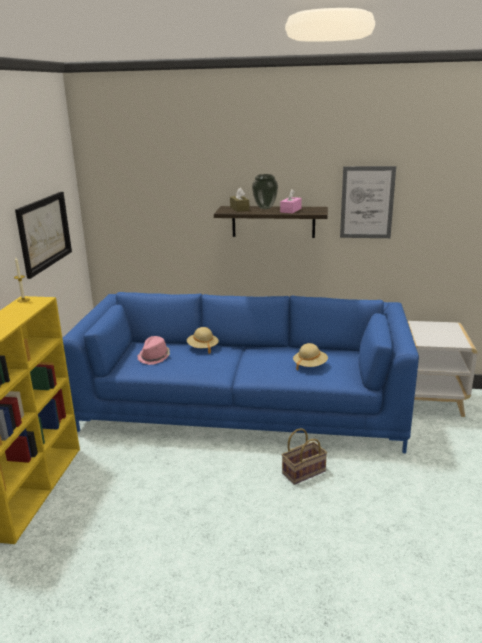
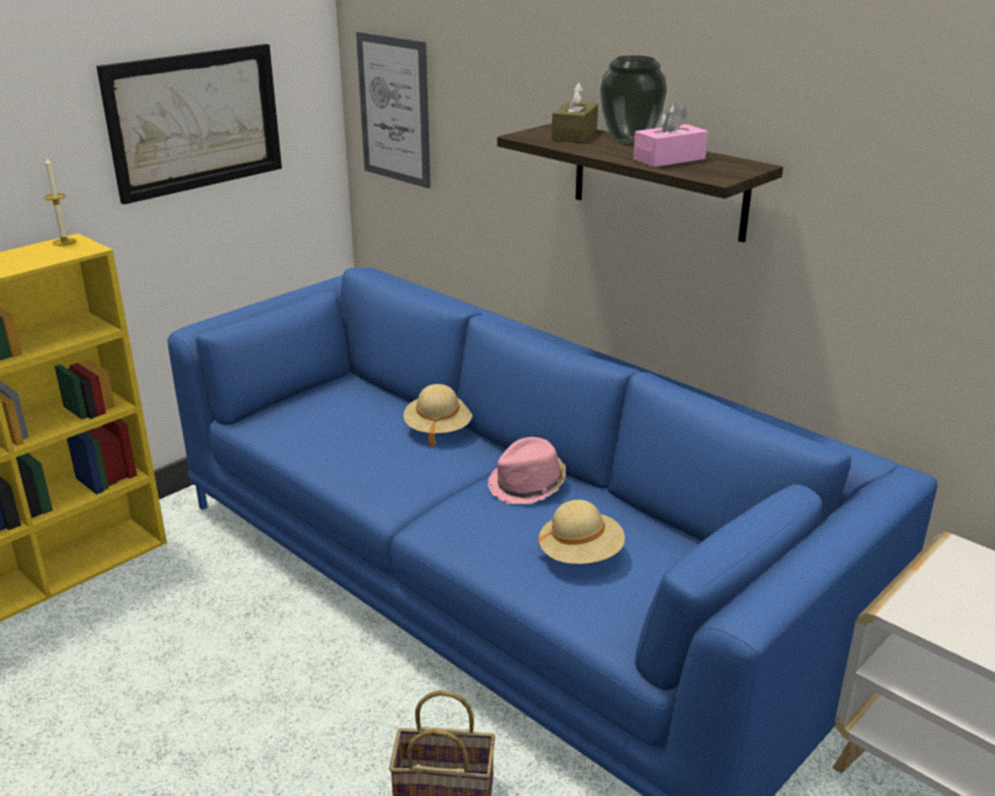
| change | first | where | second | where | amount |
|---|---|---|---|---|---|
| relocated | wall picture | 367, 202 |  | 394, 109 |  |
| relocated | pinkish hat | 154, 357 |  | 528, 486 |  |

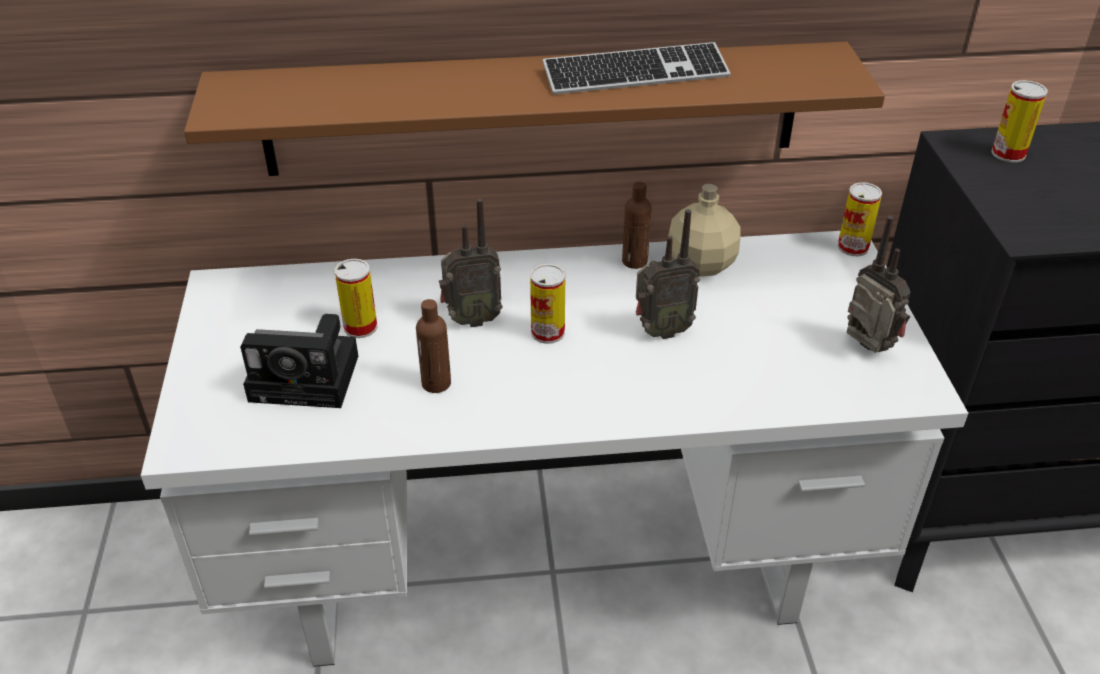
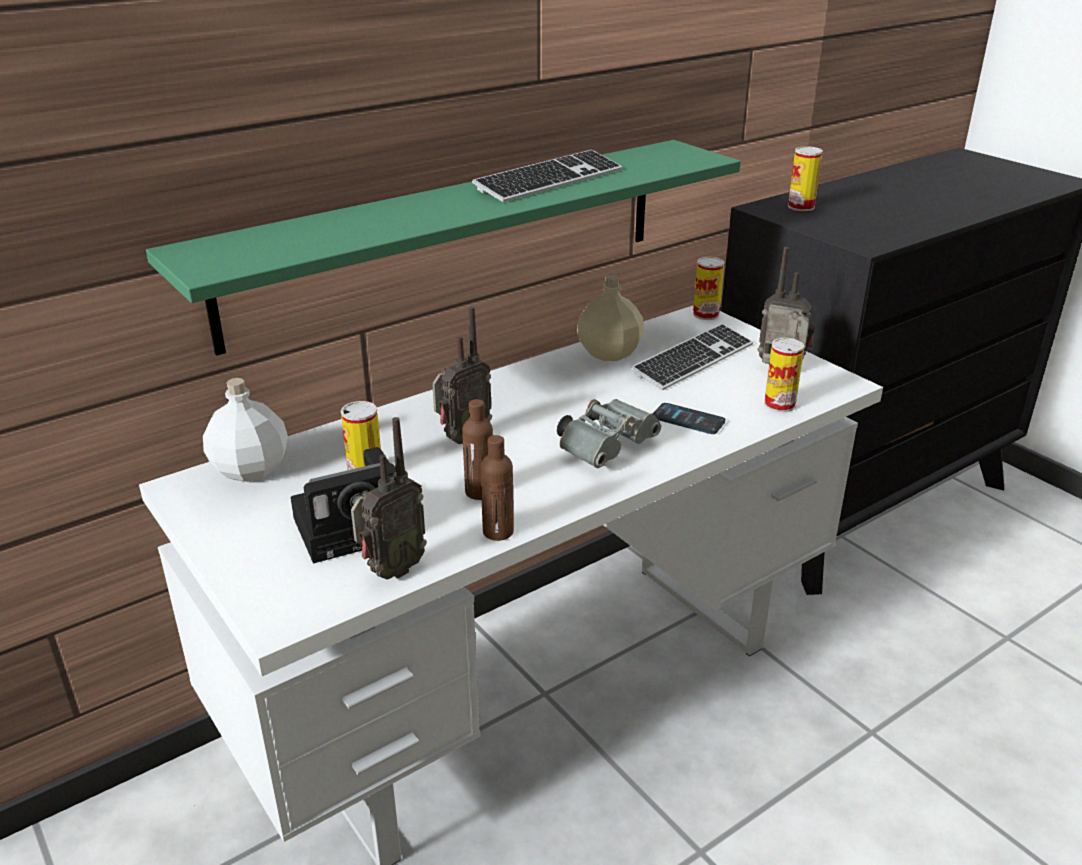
| change | first | where | second | where | amount |
|---|---|---|---|---|---|
| colour | brown-coloured bracket shelf | 532, 109 | green bracket shelf | 451, 239 |  |
| appeared |  |  | whitish bottle | 249, 469 |  |
| relocated | radio | 660, 331 |  | 390, 571 |  |
| relocated | brown-coloured bottle | 634, 261 |  | 498, 532 |  |
| appeared |  |  | gray pair of binoculars | 607, 447 |  |
| appeared |  |  | PC keyboard | 693, 359 |  |
| appeared |  |  | telephone | 688, 420 |  |
| relocated | sealed can | 547, 332 |  | 779, 404 |  |

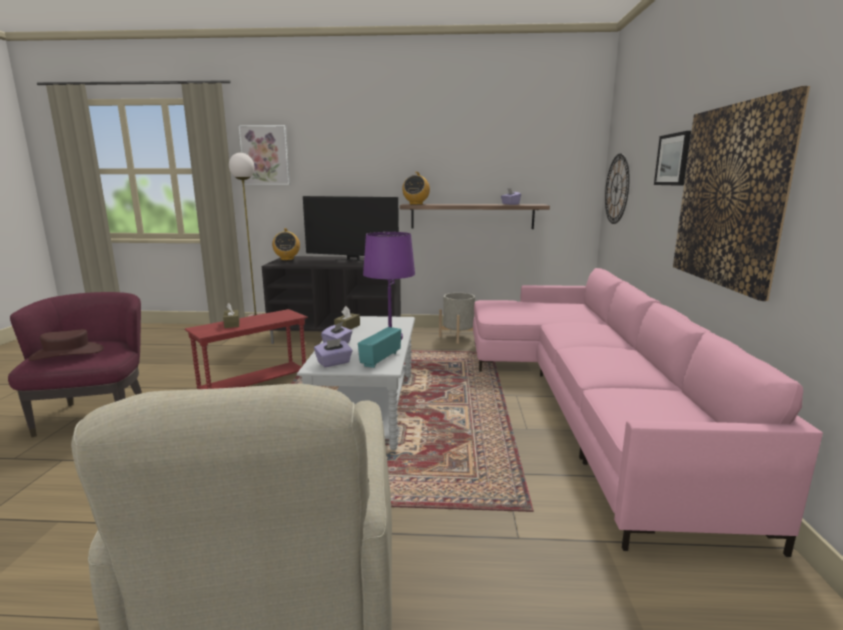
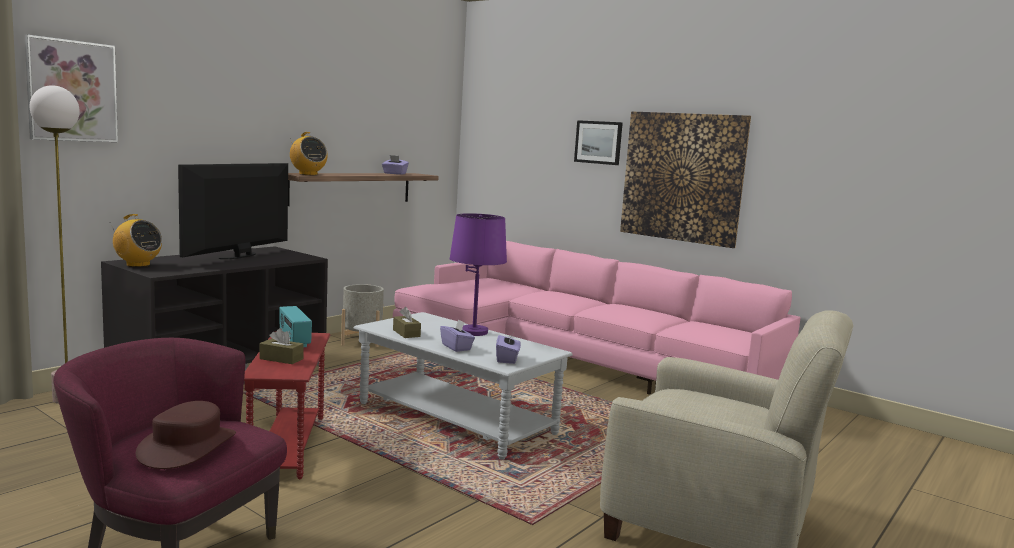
| change | first | where | second | where | amount |
|---|---|---|---|---|---|
| spun | TV | 352, 260 |  | 240, 256 | 150 degrees clockwise |
| relocated | radio | 380, 359 |  | 294, 341 |  |
| missing | clock on the wall | 616, 189 |  |  |  |

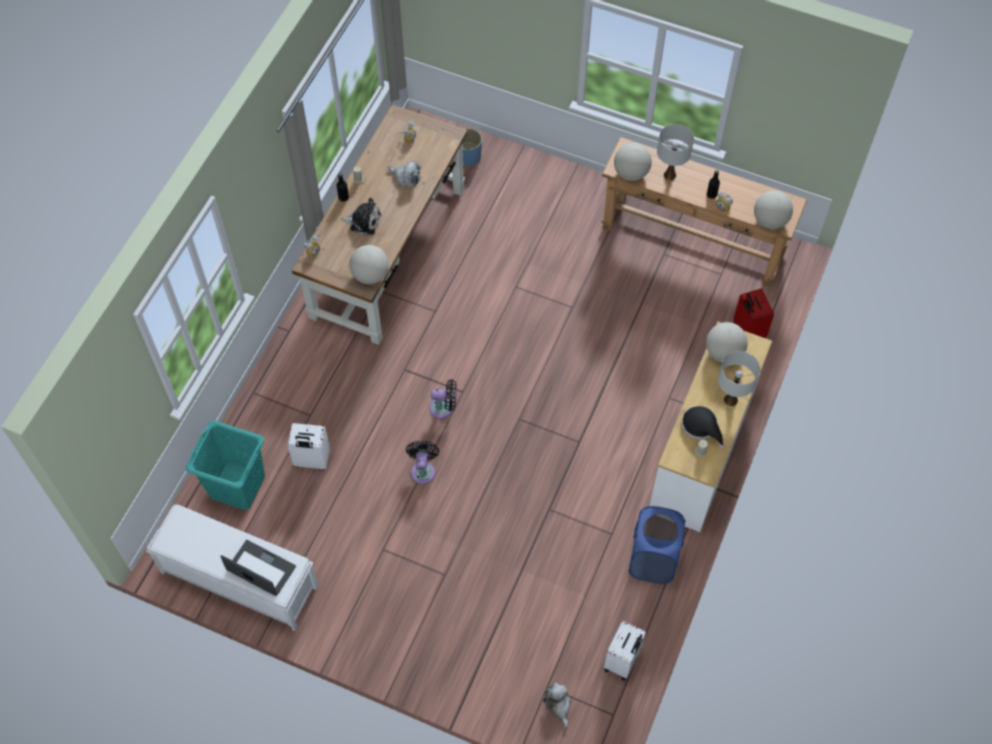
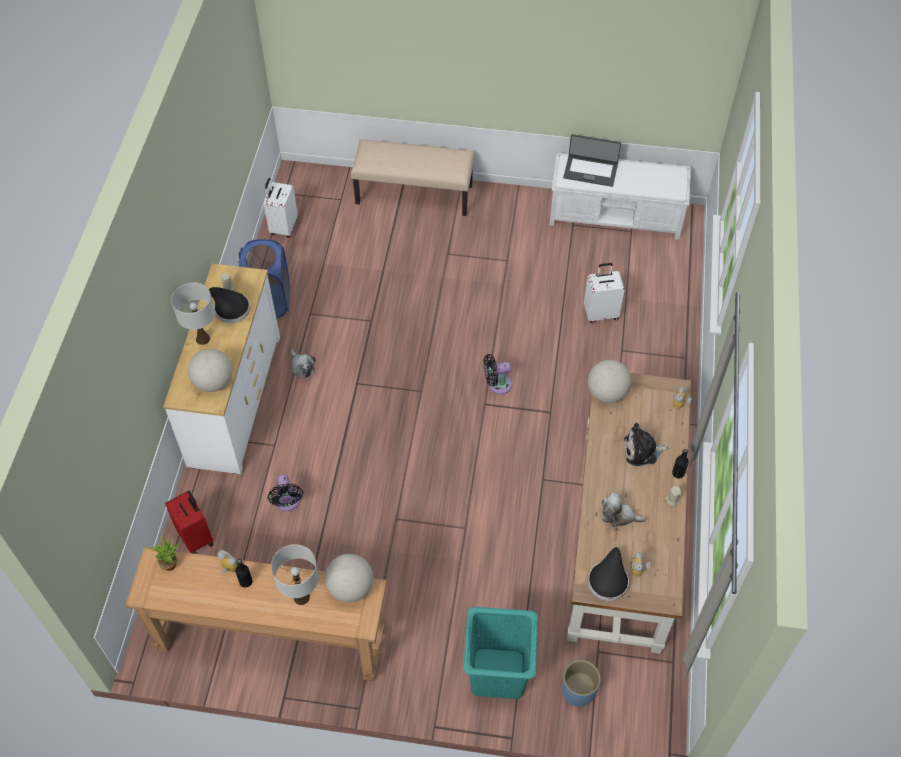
| change | first | where | second | where | amount |
|---|---|---|---|---|---|
| exchanged | desk globe | 770, 221 | houseplant | 171, 562 |  |
| relocated | blackish electric fan | 423, 470 |  | 287, 502 |  |
| relocated | cuddly toy | 558, 705 |  | 302, 366 |  |
| appeared |  |  | sand-coloured indoor bench | 414, 194 |  |
| relocated | turquoise washing basket | 237, 485 |  | 498, 674 |  |
| appeared |  |  | blackish hat | 608, 579 |  |

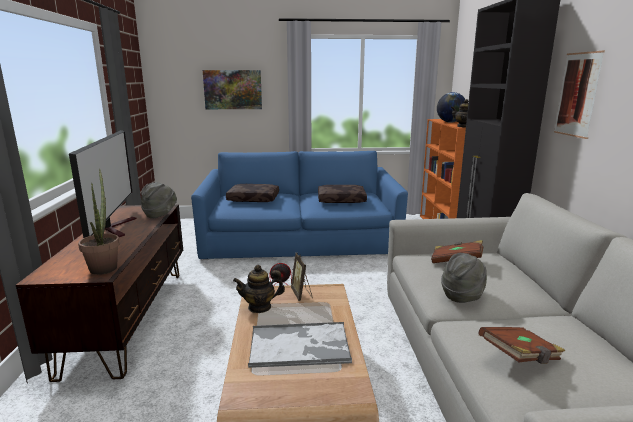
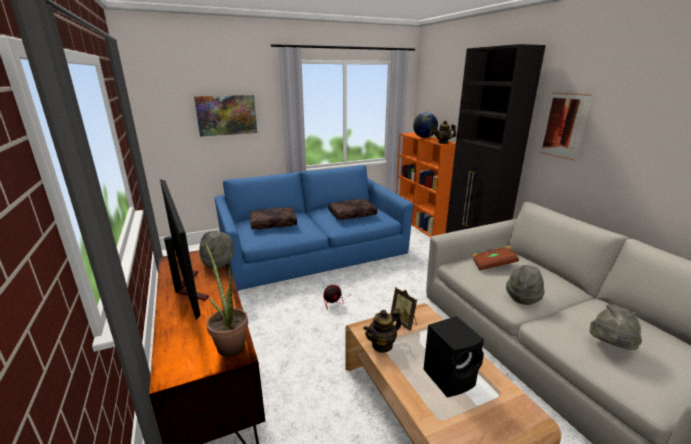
| change | first | where | second | where | amount |
|---|---|---|---|---|---|
| exchanged | serving tray | 300, 345 | blackish loudspeaker | 450, 377 |  |
| exchanged | brown-coloured bound book | 520, 357 | gray hat | 610, 347 |  |

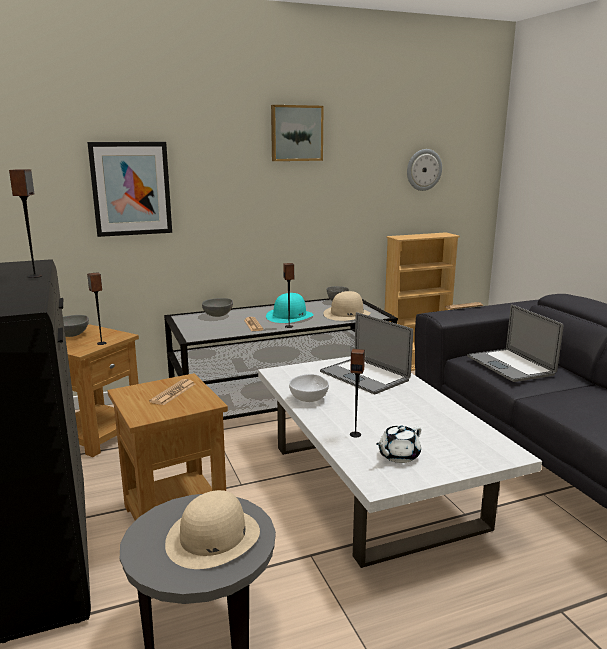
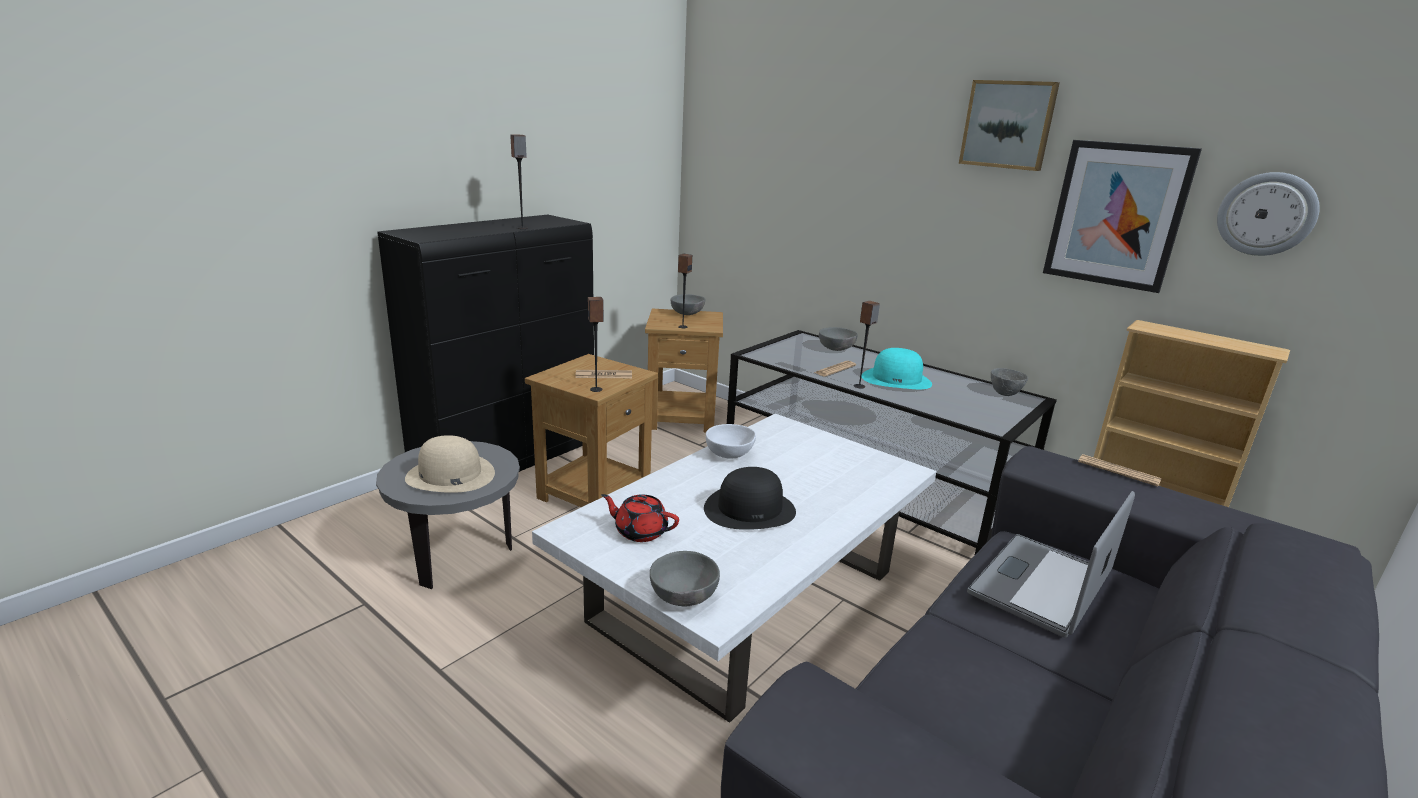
| change | first | where | second | where | amount |
|---|---|---|---|---|---|
| relocated | loudspeaker | 355, 434 |  | 596, 389 |  |
| colour | whitish tea pot | 398, 456 | reddish tea pot | 640, 531 |  |
| appeared |  |  | gray bowl | 683, 598 |  |
| appeared |  |  | blackish hat | 750, 509 |  |
| relocated | wall picture | 131, 189 |  | 1116, 215 |  |
| missing | laptop | 364, 376 |  |  |  |
| missing | sand-coloured hat | 347, 314 |  |  |  |

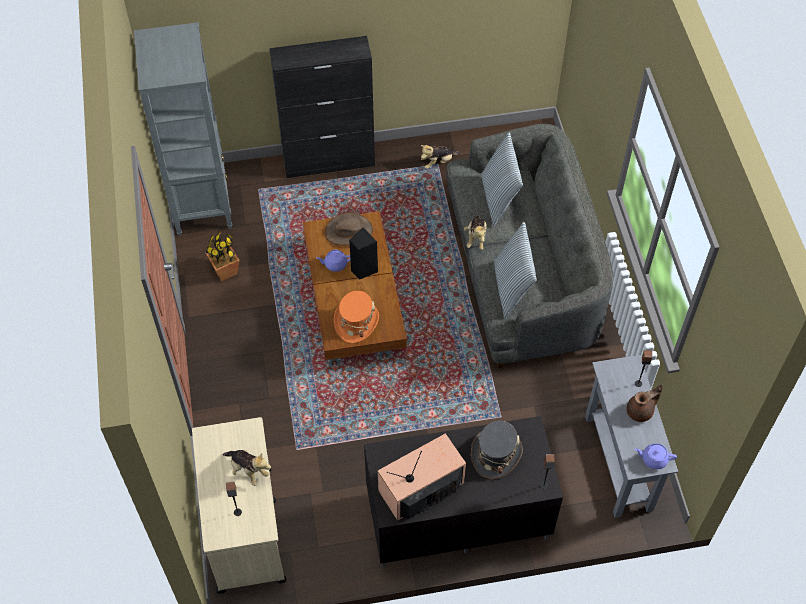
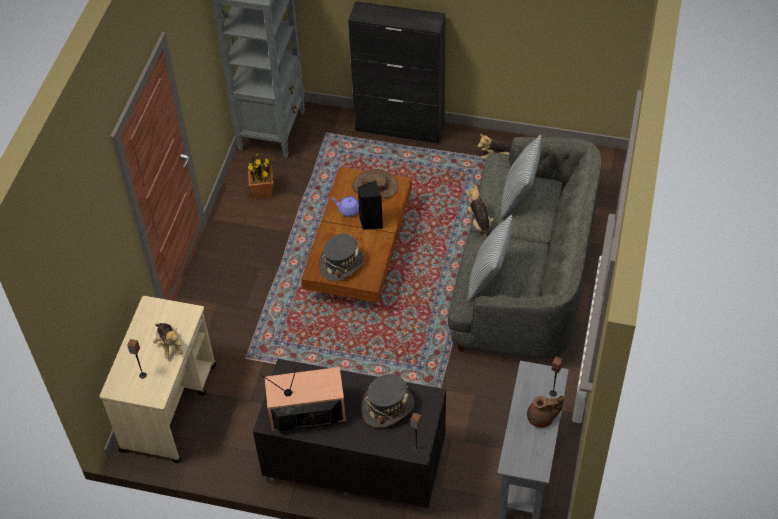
| change | first | where | second | where | amount |
|---|---|---|---|---|---|
| colour | orange-coloured hat | 356, 322 | gray hat | 341, 264 |  |
| spun | cuddly toy | 476, 237 |  | 480, 224 | 135 degrees clockwise |
| missing | purple tea pot | 653, 459 |  |  |  |

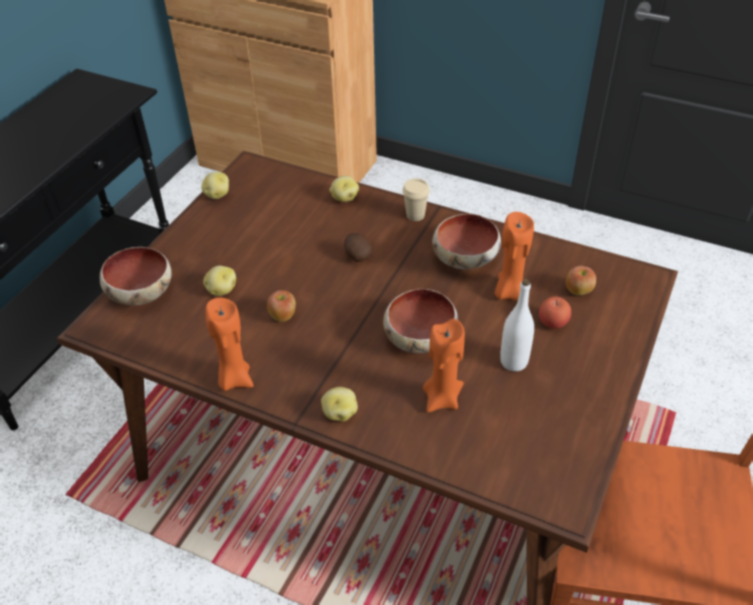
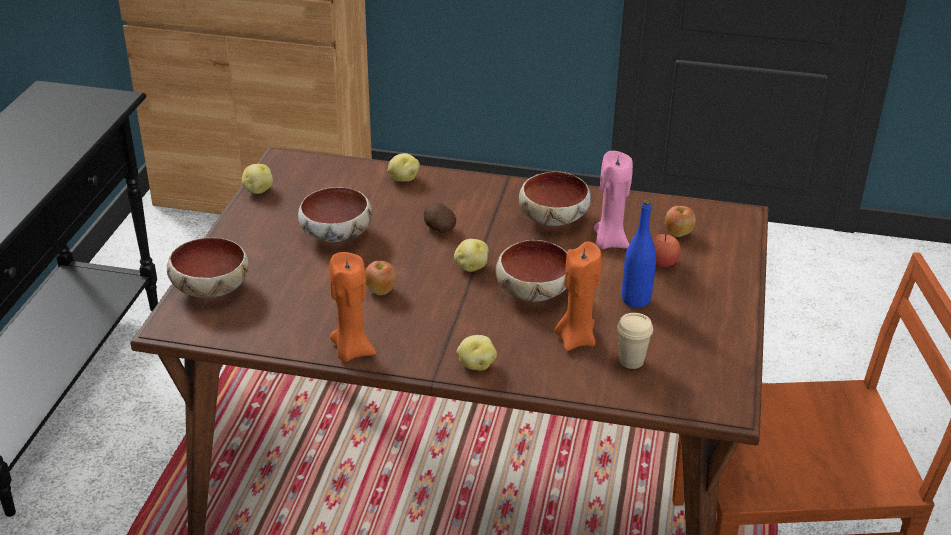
| change | first | where | second | where | amount |
|---|---|---|---|---|---|
| appeared |  |  | bowl | 337, 235 |  |
| relocated | potato | 221, 290 |  | 471, 267 |  |
| colour | orange-coloured wax light | 509, 292 | pinkish wax light | 609, 242 |  |
| relocated | sand-coloured drinking cup | 415, 215 |  | 631, 361 |  |
| colour | whitish bottle | 513, 362 | blue-coloured bottle | 636, 300 |  |

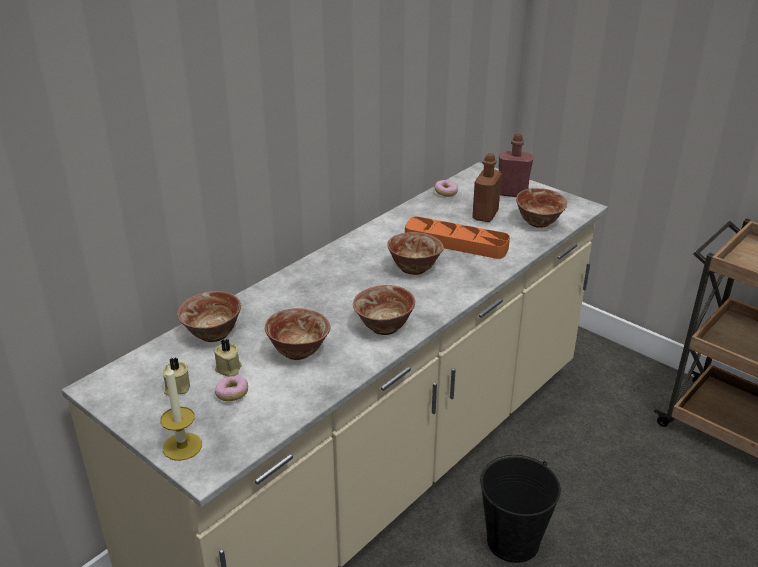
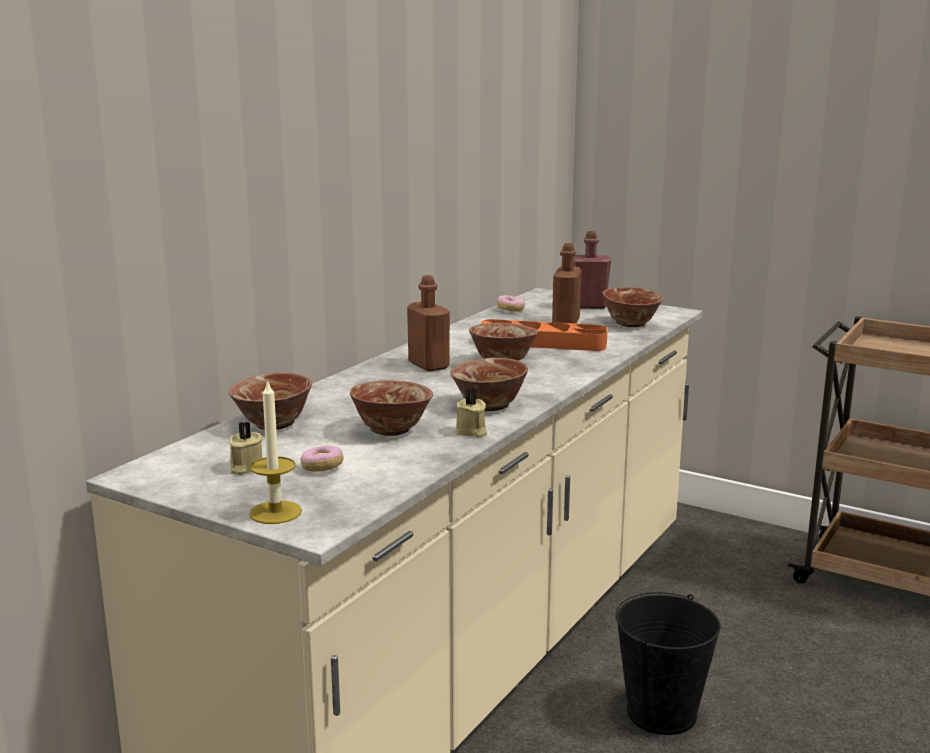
| change | first | where | second | where | amount |
|---|---|---|---|---|---|
| appeared |  |  | brown-coloured bottle | 428, 365 |  |
| relocated | sand-coloured wax light | 228, 369 |  | 471, 432 |  |

